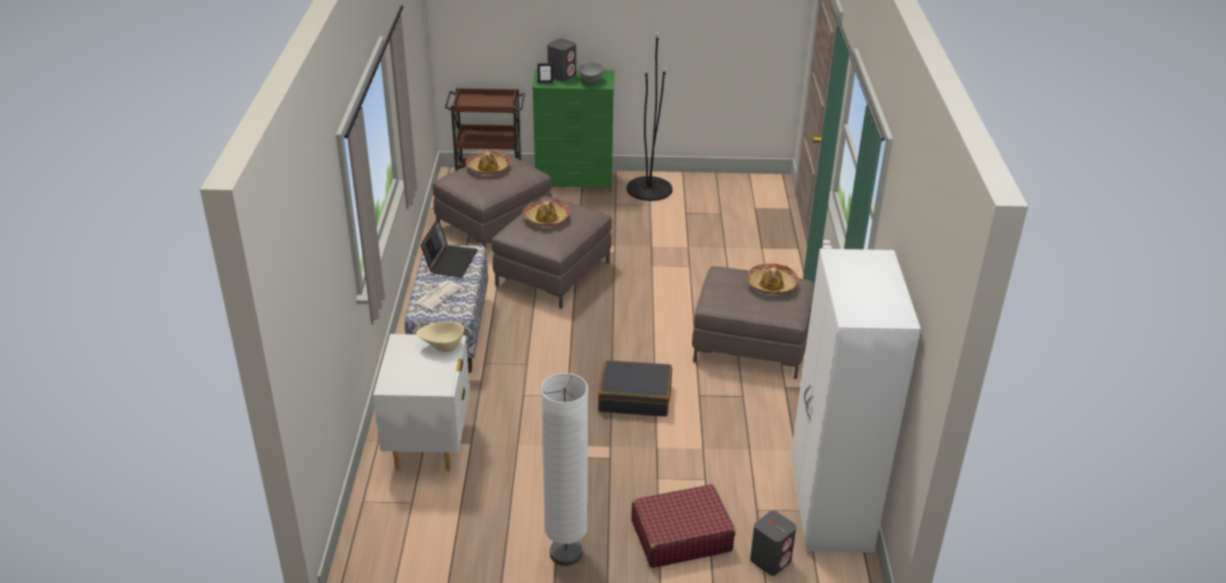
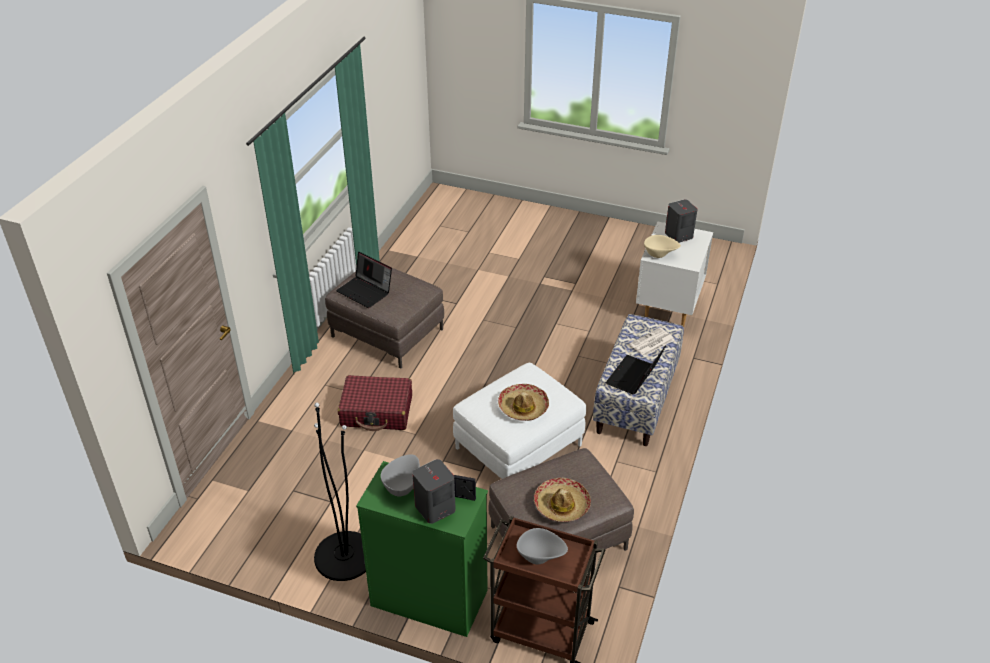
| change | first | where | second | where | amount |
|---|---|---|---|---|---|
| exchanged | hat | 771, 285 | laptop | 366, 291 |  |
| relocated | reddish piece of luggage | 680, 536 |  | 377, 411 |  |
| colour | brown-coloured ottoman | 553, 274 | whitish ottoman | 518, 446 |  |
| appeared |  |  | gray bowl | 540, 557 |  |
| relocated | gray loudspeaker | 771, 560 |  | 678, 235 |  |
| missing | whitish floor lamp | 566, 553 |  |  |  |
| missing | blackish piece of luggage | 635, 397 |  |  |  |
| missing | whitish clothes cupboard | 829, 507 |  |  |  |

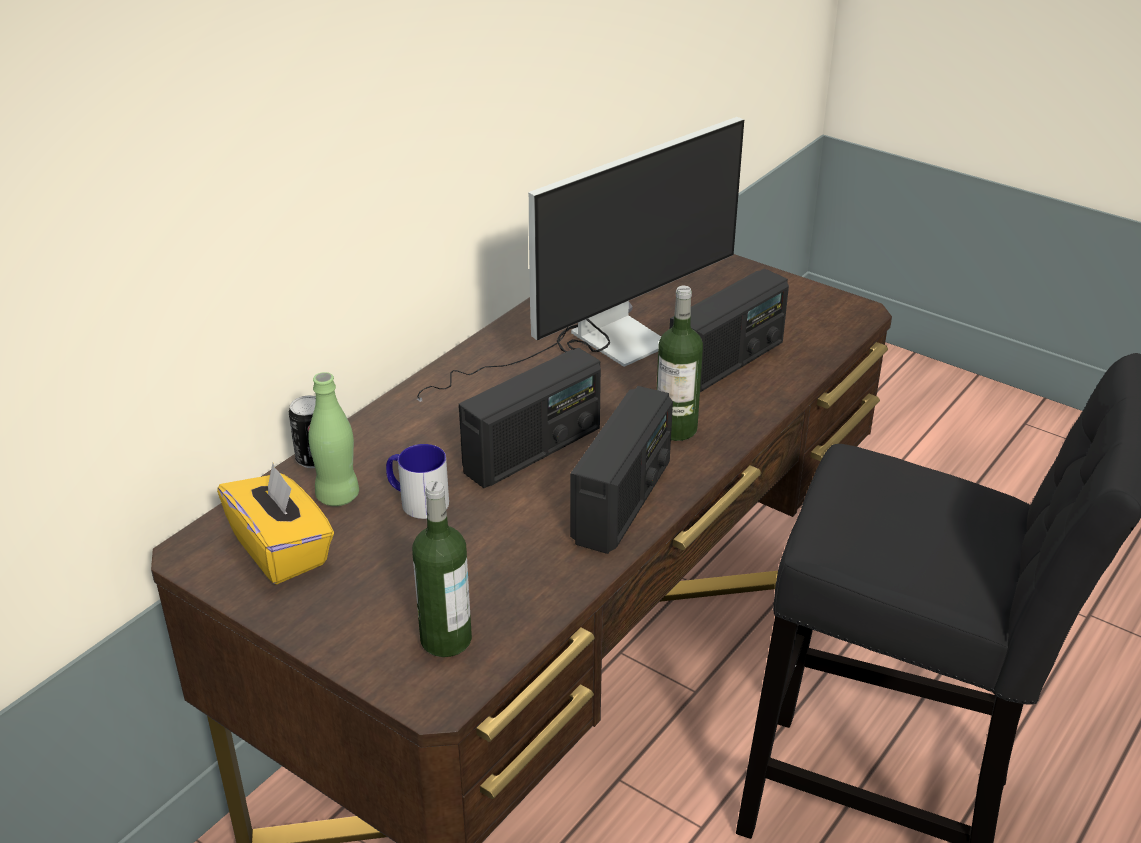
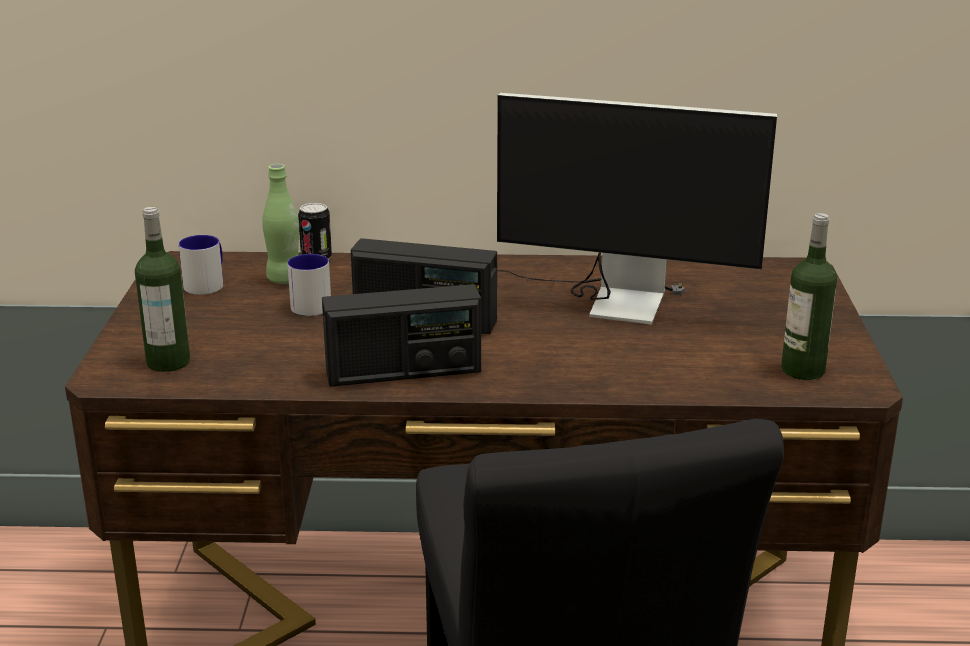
| change | first | where | second | where | amount |
|---|---|---|---|---|---|
| exchanged | yellowish tissue holder | 282, 550 | coffee mug | 207, 283 |  |
| relocated | bottle | 676, 429 |  | 802, 370 |  |
| missing | radio | 726, 363 |  |  |  |

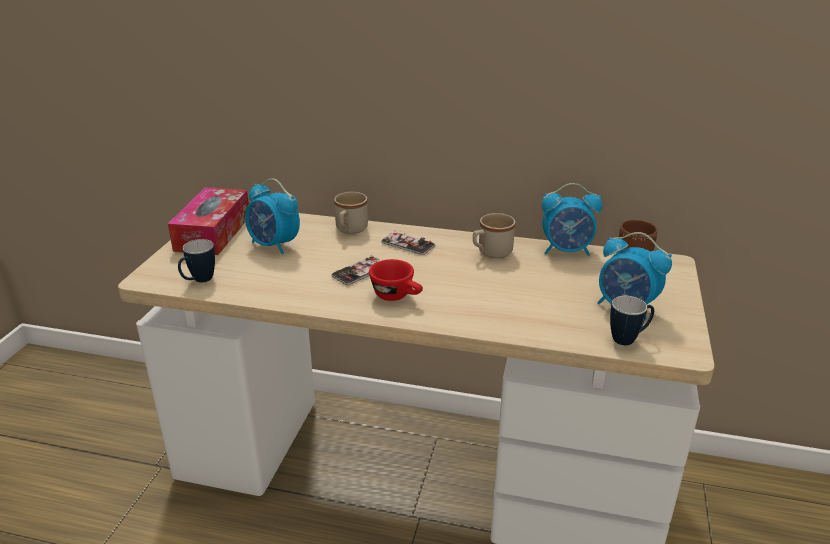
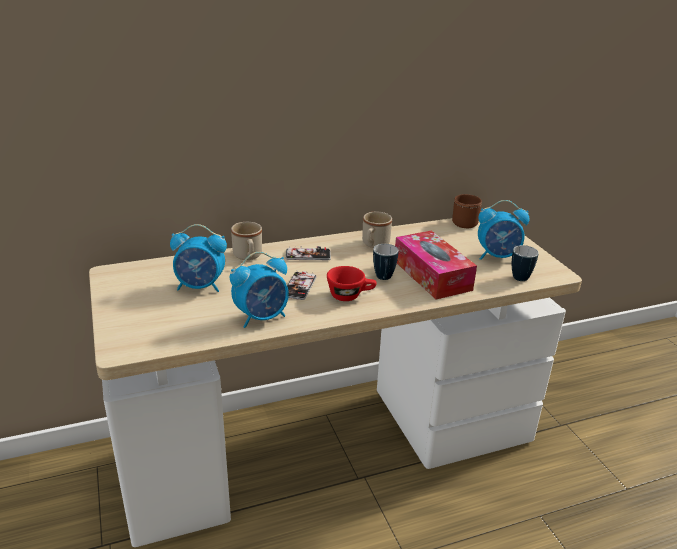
| change | first | where | second | where | amount |
|---|---|---|---|---|---|
| relocated | table clock | 567, 251 |  | 262, 317 |  |
| relocated | coffee mug | 199, 281 |  | 384, 279 |  |
| relocated | tissue holder | 213, 233 |  | 432, 275 |  |

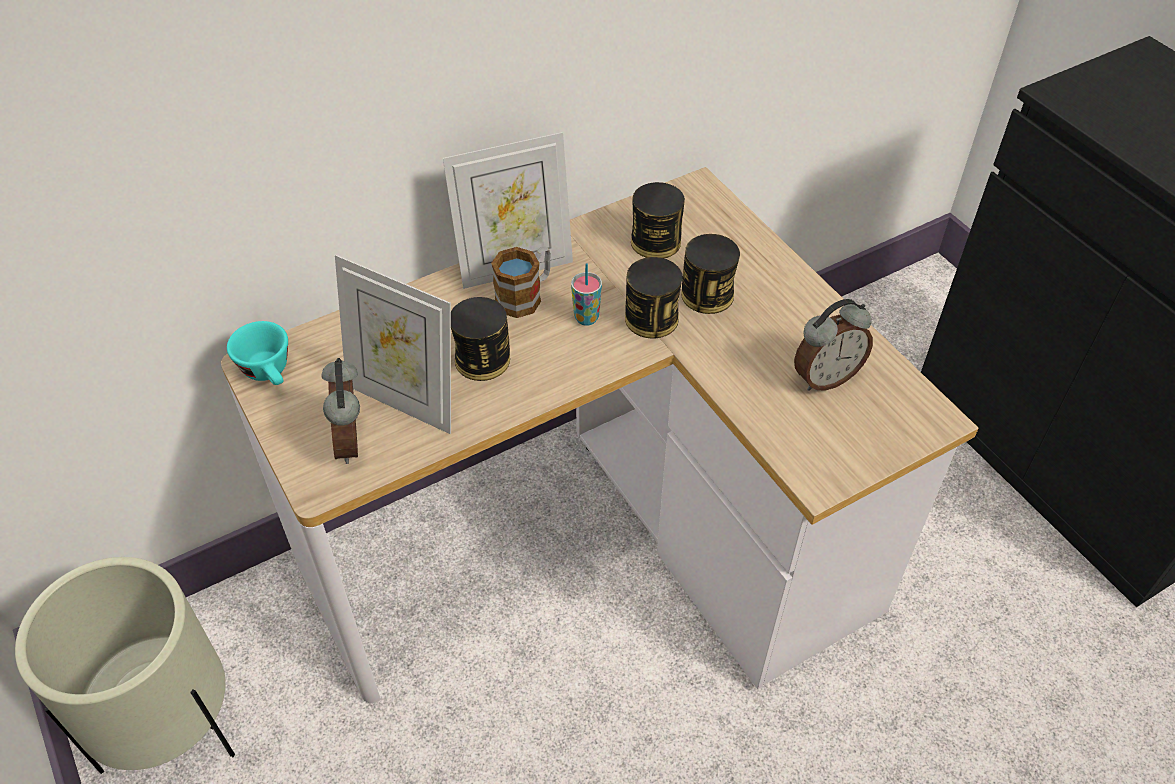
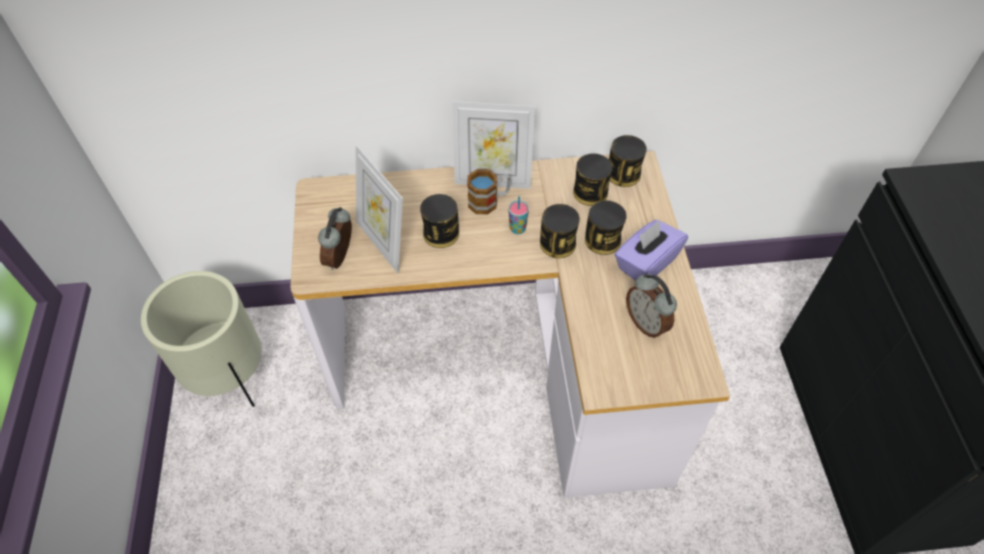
| change | first | where | second | where | amount |
|---|---|---|---|---|---|
| appeared |  |  | sealed can | 623, 174 |  |
| appeared |  |  | purple tissue holder | 646, 263 |  |
| spun | table clock | 825, 377 |  | 646, 323 | 60 degrees clockwise |
| missing | turquoise drinking cup | 270, 373 |  |  |  |

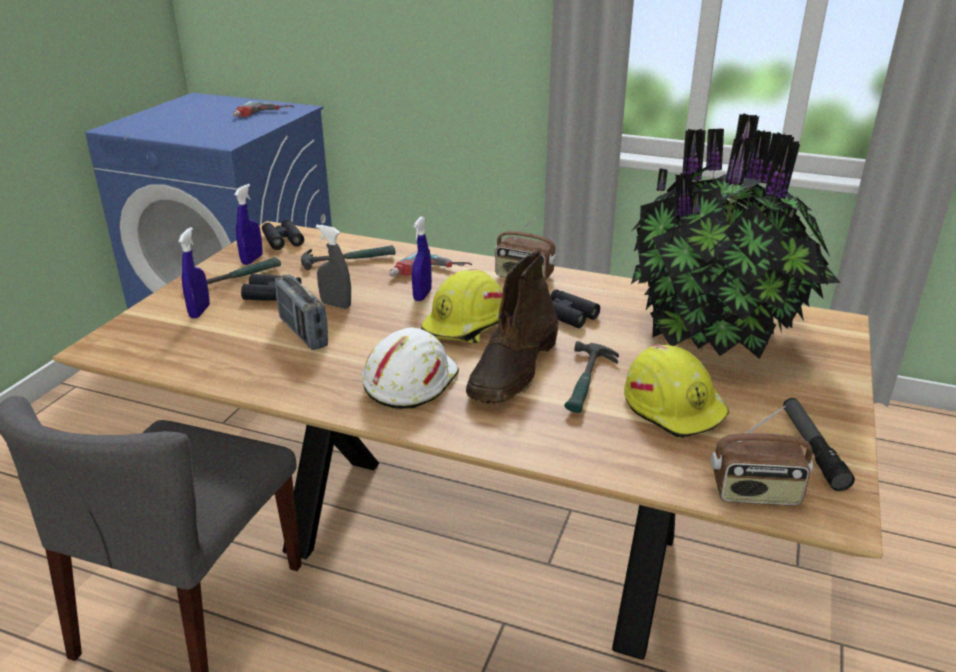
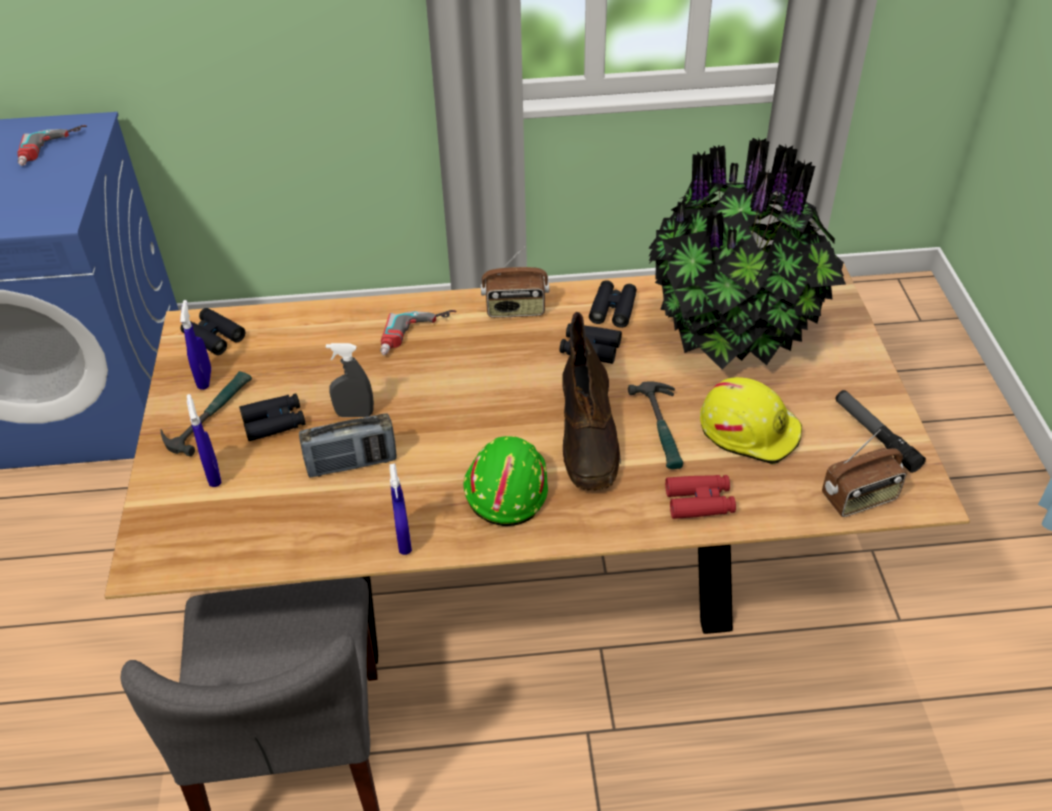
| change | first | where | second | where | amount |
|---|---|---|---|---|---|
| spun | radio | 303, 332 |  | 352, 464 | 45 degrees counterclockwise |
| relocated | blue-coloured hand sprayer | 422, 295 |  | 404, 540 |  |
| colour | whitish safety helmet | 409, 381 | green safety helmet | 505, 487 |  |
| appeared |  |  | blackish pair of binoculars | 613, 309 |  |
| appeared |  |  | reddish pair of binoculars | 699, 502 |  |
| missing | hand hammer | 348, 260 |  |  |  |
| missing | yellowish safety helmet | 466, 324 |  |  |  |

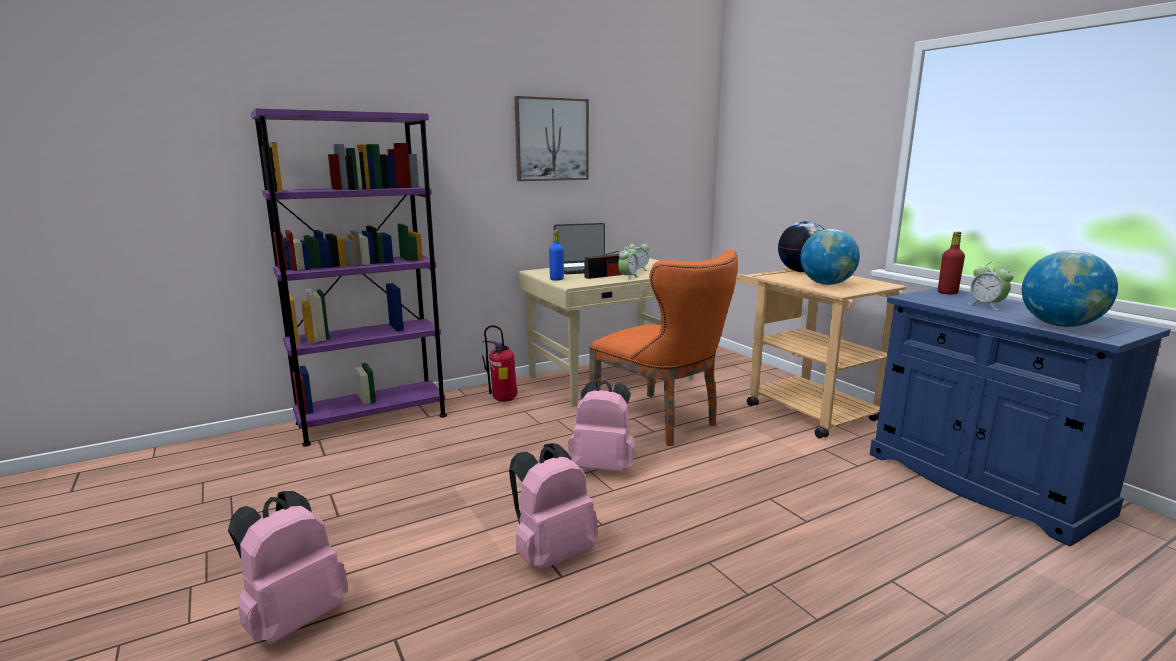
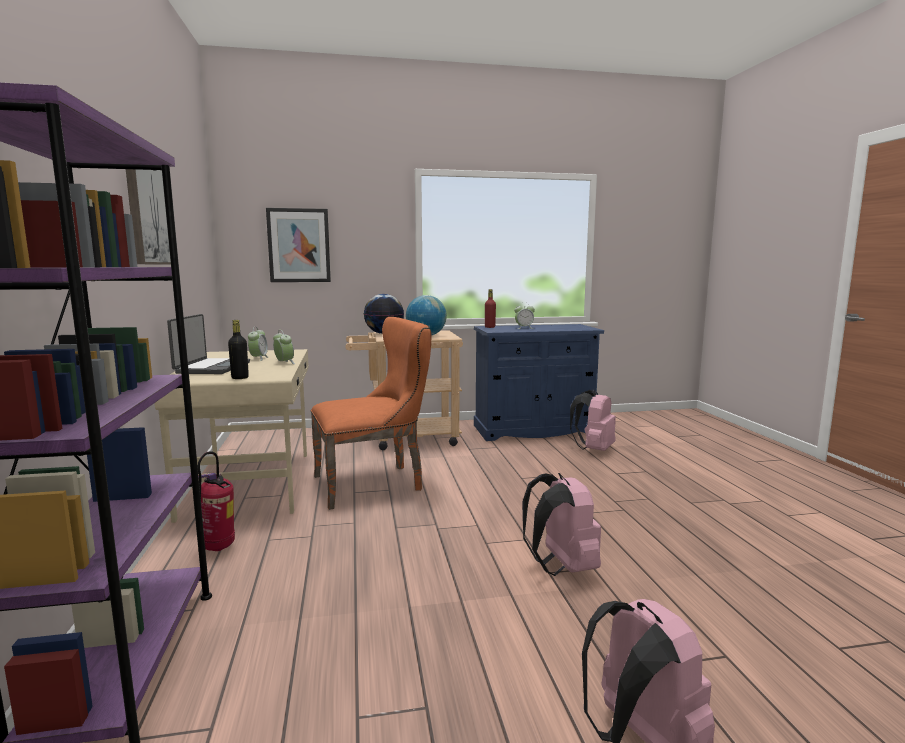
| change | first | where | second | where | amount |
|---|---|---|---|---|---|
| colour | blue-coloured bottle | 556, 279 | blackish bottle | 240, 378 |  |
| appeared |  |  | wall picture | 299, 245 |  |
| relocated | pinkish knapsack | 603, 467 |  | 593, 449 |  |
| missing | radio | 604, 276 |  |  |  |
| missing | desk globe | 1060, 325 |  |  |  |

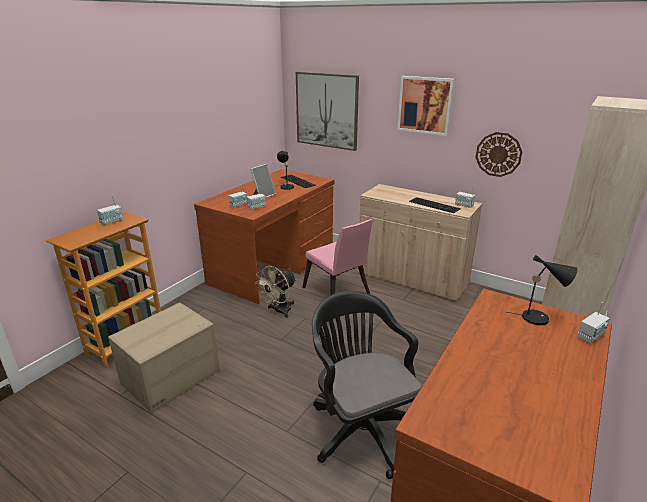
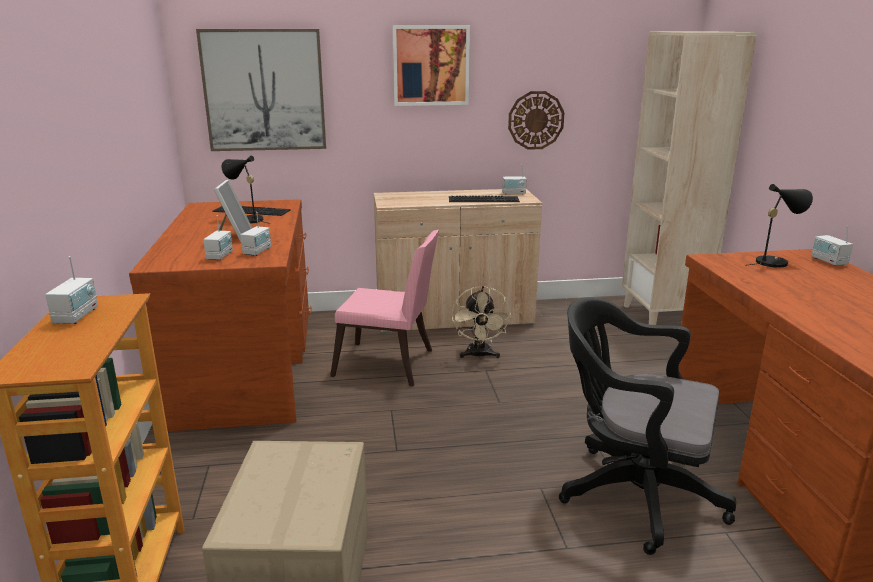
| change | first | where | second | where | amount |
|---|---|---|---|---|---|
| relocated | sand-coloured electric fan | 279, 311 |  | 479, 355 |  |
| spun | radio | 590, 336 |  | 828, 261 | 150 degrees clockwise |

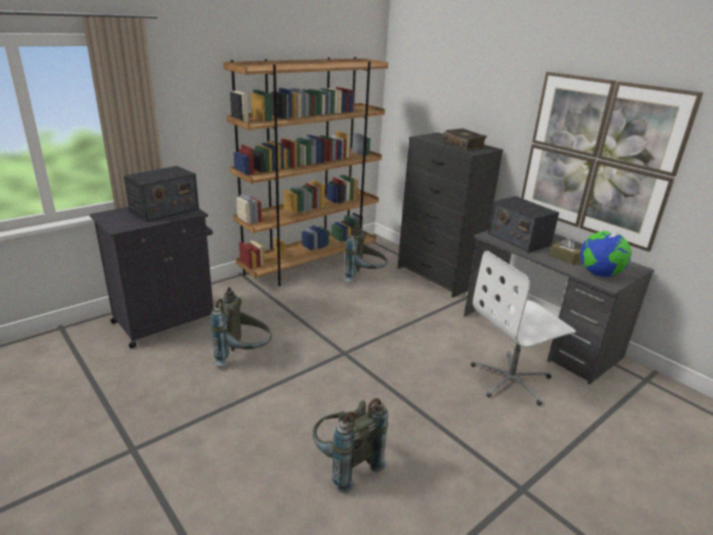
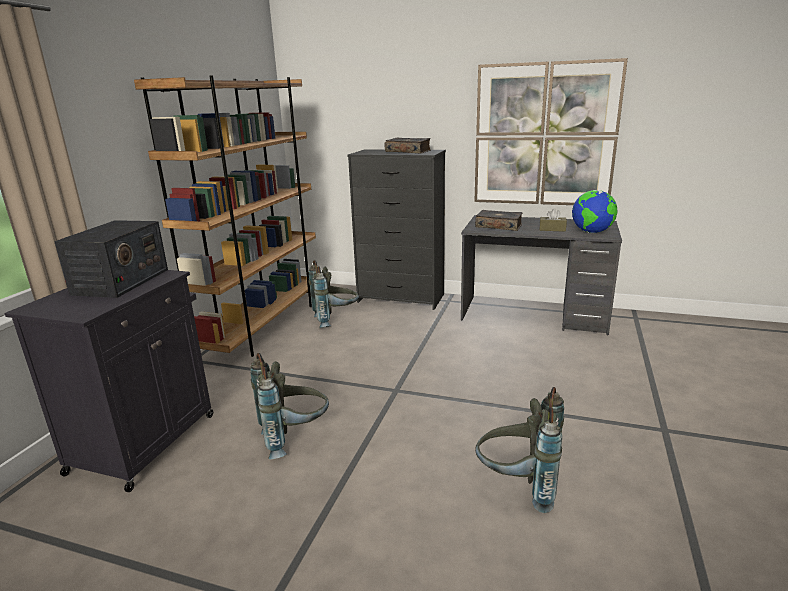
| change | first | where | second | where | amount |
|---|---|---|---|---|---|
| exchanged | radio | 518, 239 | bound book | 498, 226 |  |
| missing | whitish desk chair | 511, 380 |  |  |  |

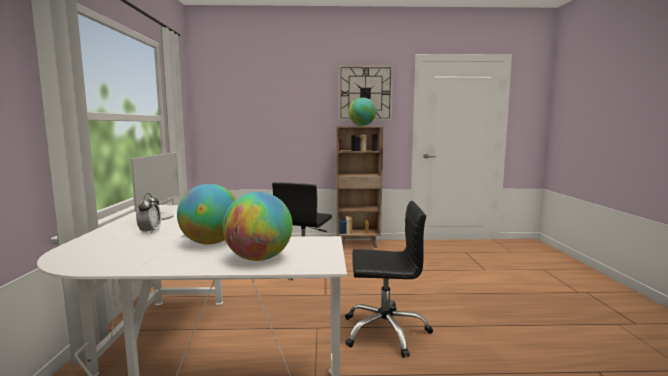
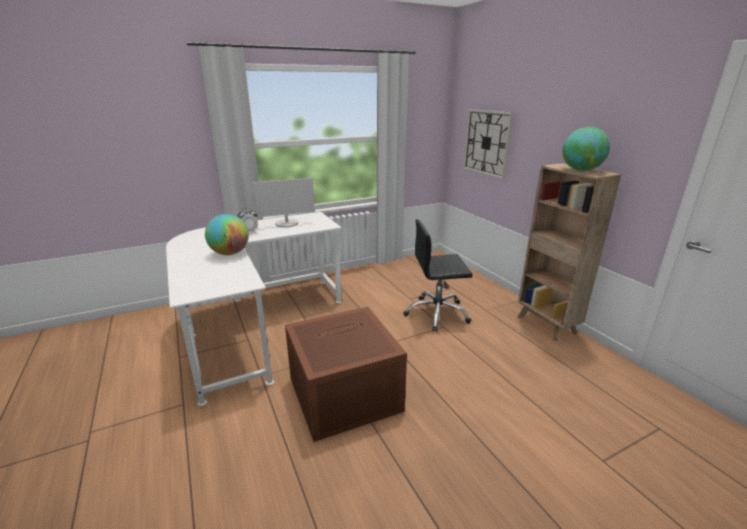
| change | first | where | second | where | amount |
|---|---|---|---|---|---|
| exchanged | blackish desk chair | 385, 331 | brown-coloured storage container | 343, 395 |  |
| relocated | clock on the wall | 365, 93 |  | 487, 143 |  |
| missing | desk globe | 258, 258 |  |  |  |

